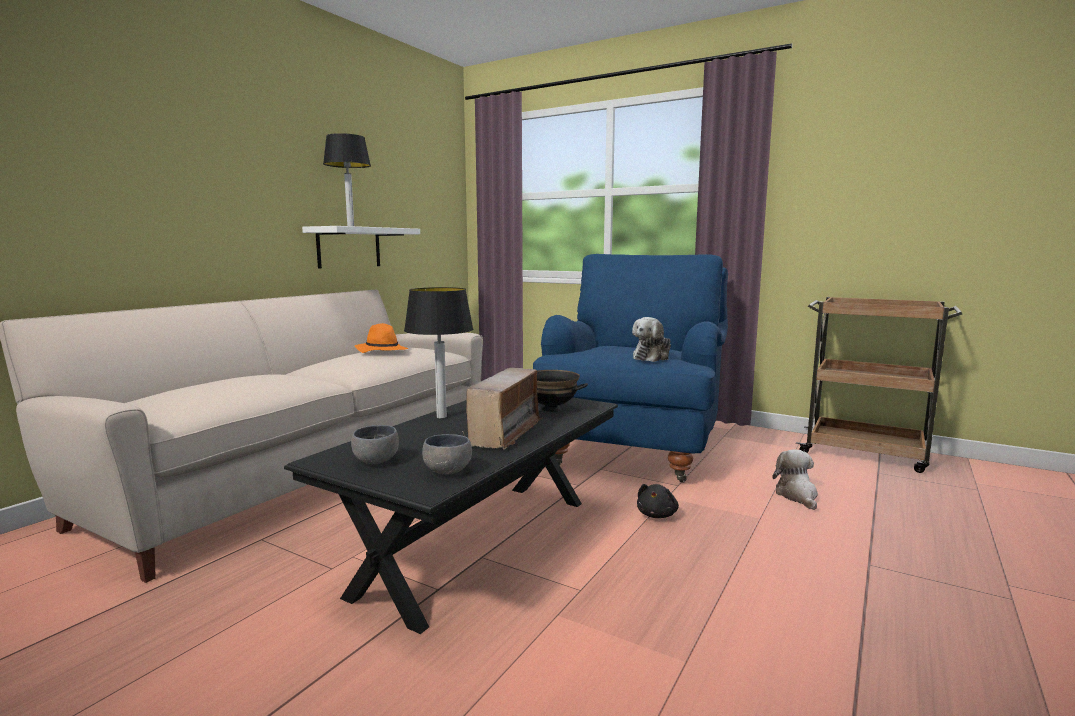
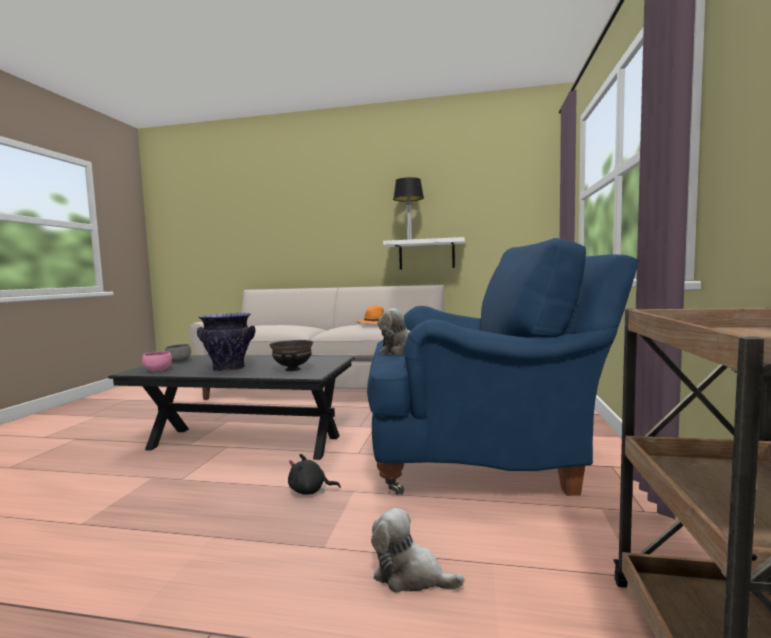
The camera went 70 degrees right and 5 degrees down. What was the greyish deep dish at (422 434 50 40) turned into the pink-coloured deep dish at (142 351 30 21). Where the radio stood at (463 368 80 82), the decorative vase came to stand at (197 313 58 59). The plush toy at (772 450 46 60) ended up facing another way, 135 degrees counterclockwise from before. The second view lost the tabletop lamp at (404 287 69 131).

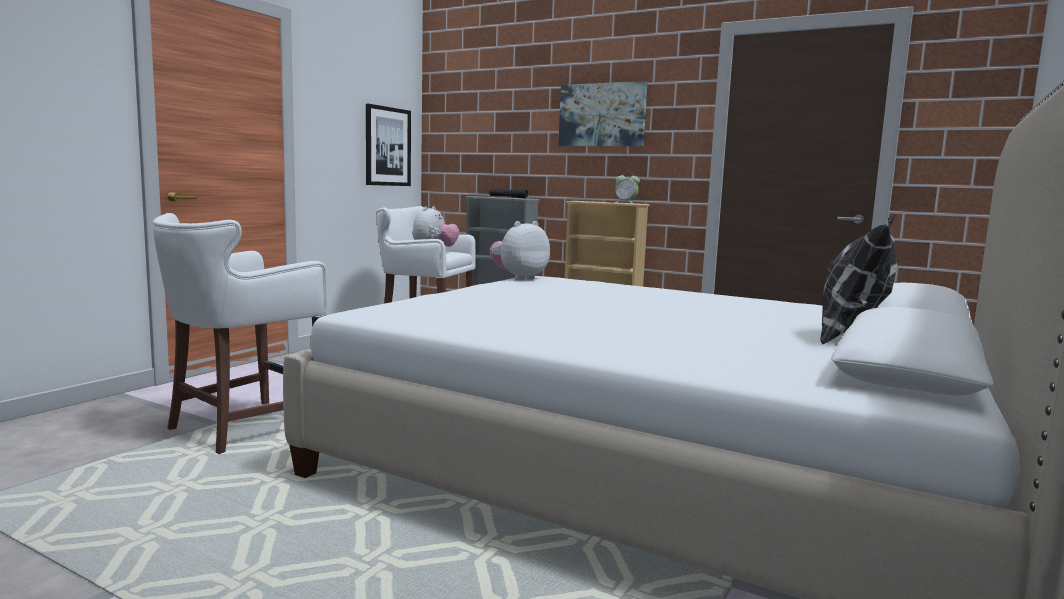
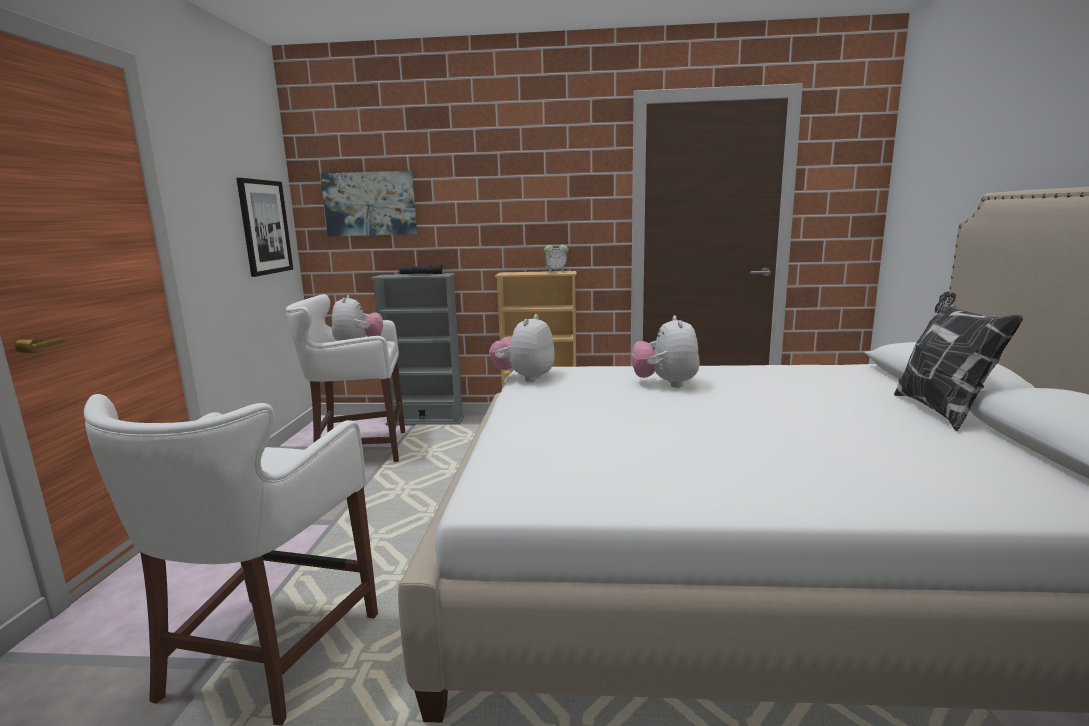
The camera went 25 degrees left and 5 degrees up. The wall art ended up elsewhere, having gone from (558 81 89 65) to (320 171 97 65). The second view gained the plush toy at (631 316 69 72).

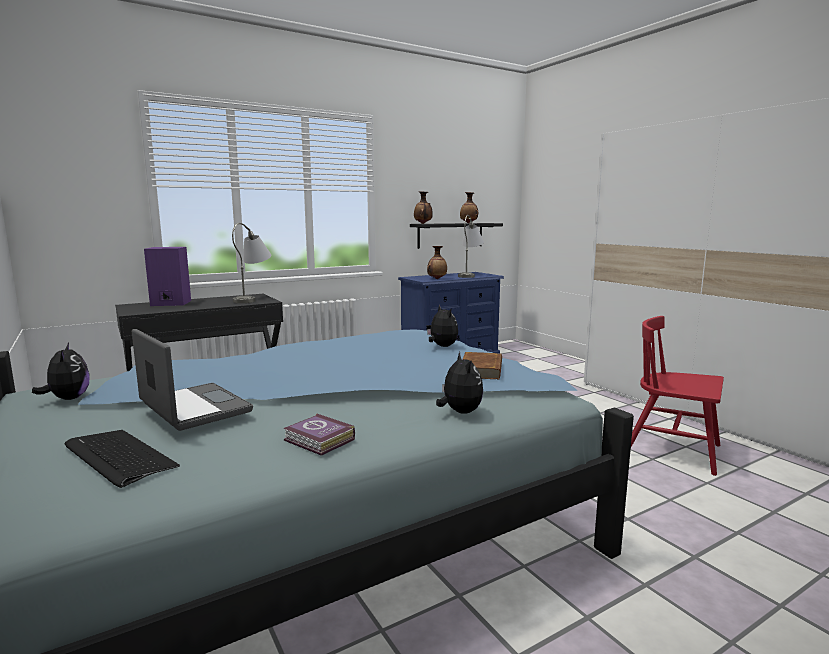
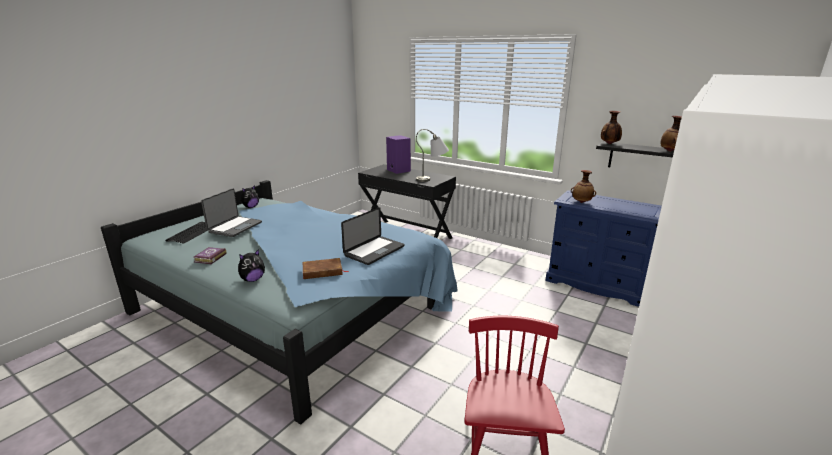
The camera went 65 degrees right and 10 degrees up. Where the plush toy stood at (427 305 31 42), the portable computer came to stand at (341 207 63 58). The second view lost the greyish tabletop lamp at (458 215 26 63).

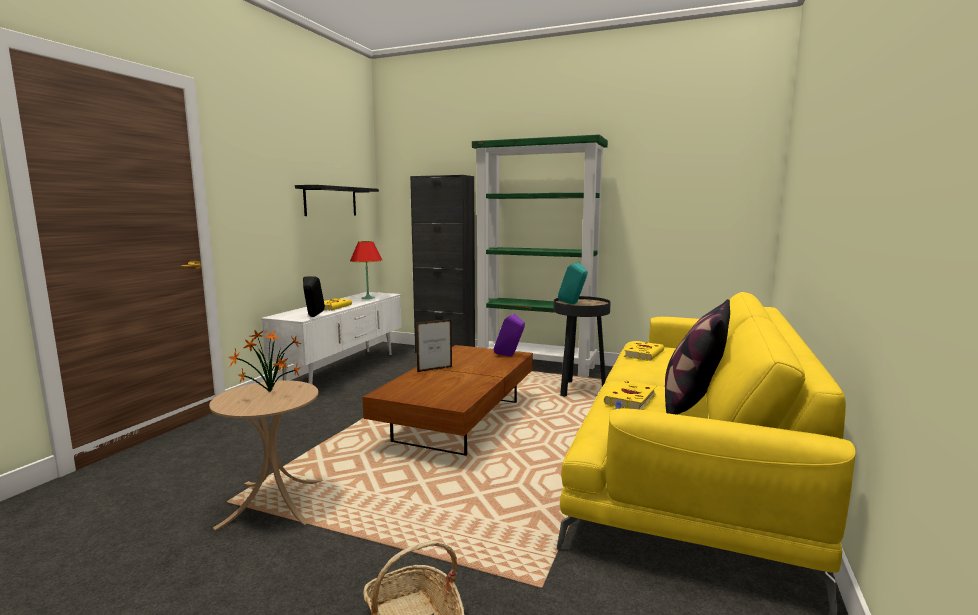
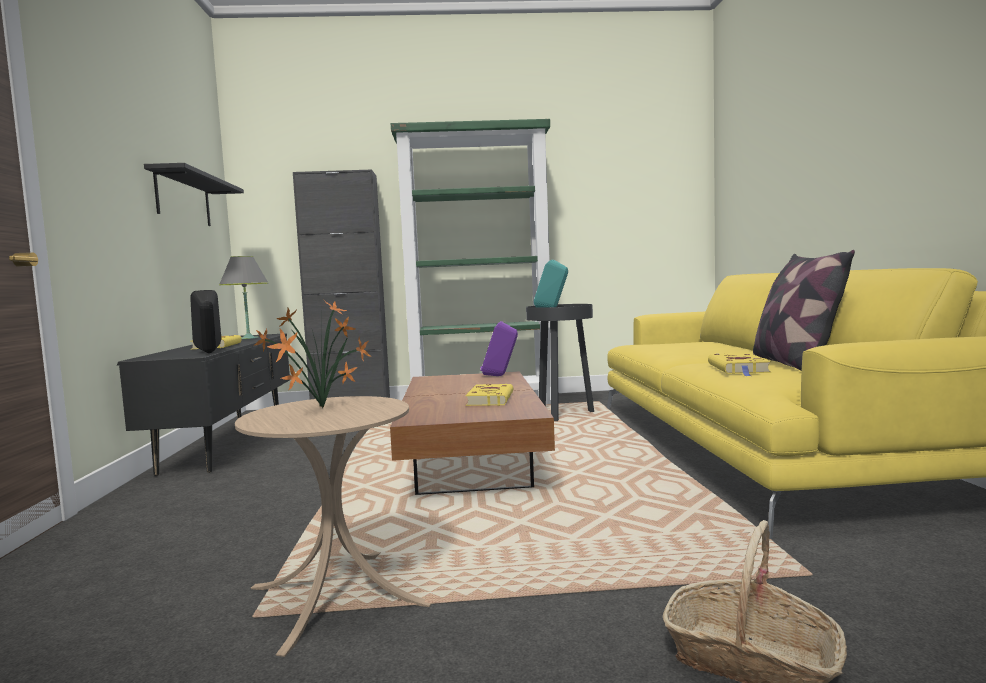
The camera went 25 degrees left and 5 degrees down. What was the whitish tv unit at (261 292 141 92) turned into the blackish tv unit at (117 333 173 143). What was the red-coloured tabletop lamp at (350 241 33 58) turned into the greyish tabletop lamp at (219 256 49 83). The yellow book ended up elsewhere, having gone from (624 341 40 20) to (465 384 48 22). The second view lost the photo frame at (416 319 36 53).

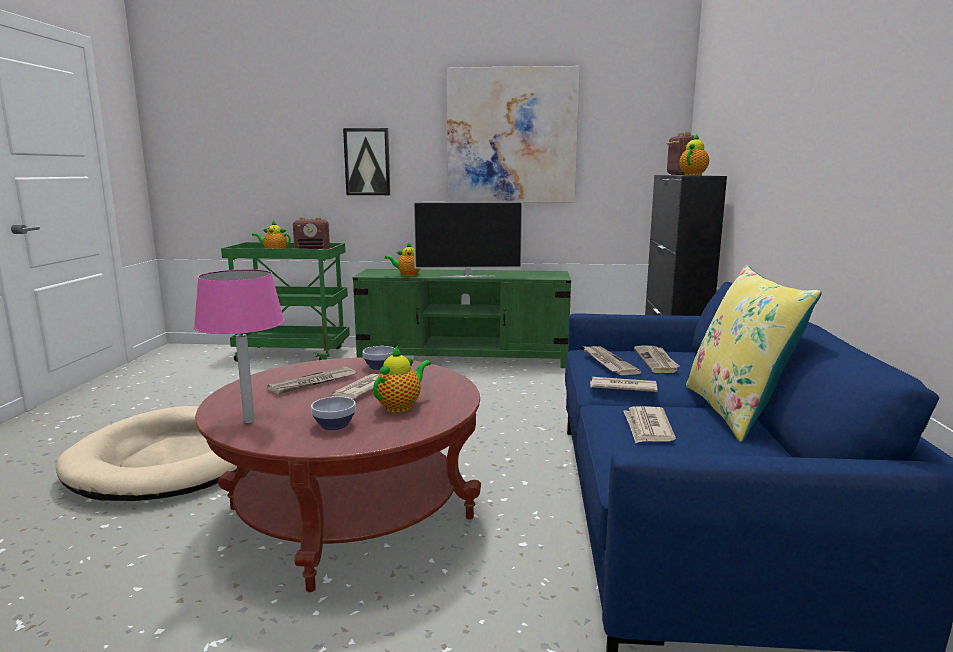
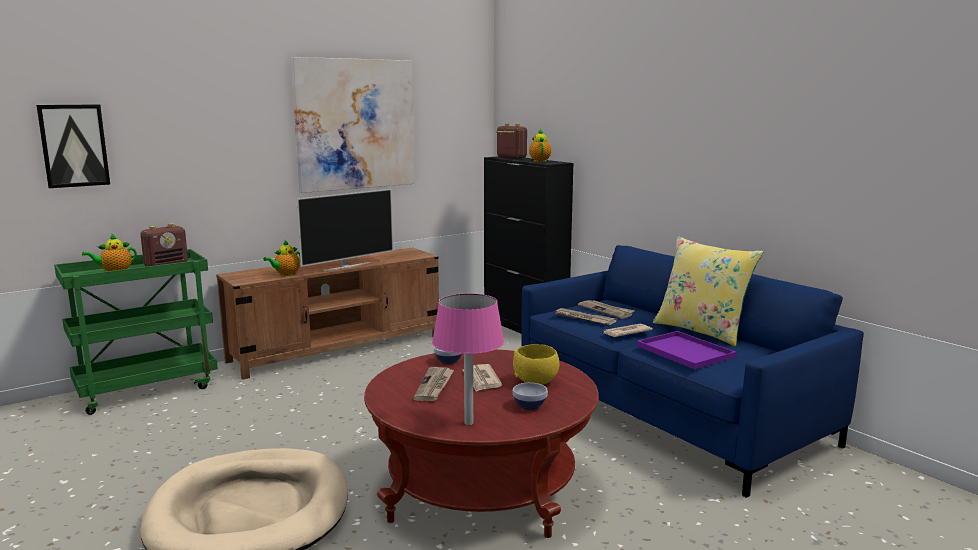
The camera went 40 degrees left and 0 degrees up. The wall art ended up elsewhere, having gone from (343 128 47 67) to (36 105 74 83). What was the greenish tv unit at (353 269 218 99) turned into the brown-coloured tv unit at (216 247 223 133). Where the tea pot stood at (373 346 58 67), the yellow deep dish came to stand at (513 344 46 41). Where the newspaper stood at (623 406 53 37), the purple-coloured carrying tray came to stand at (637 331 99 38).

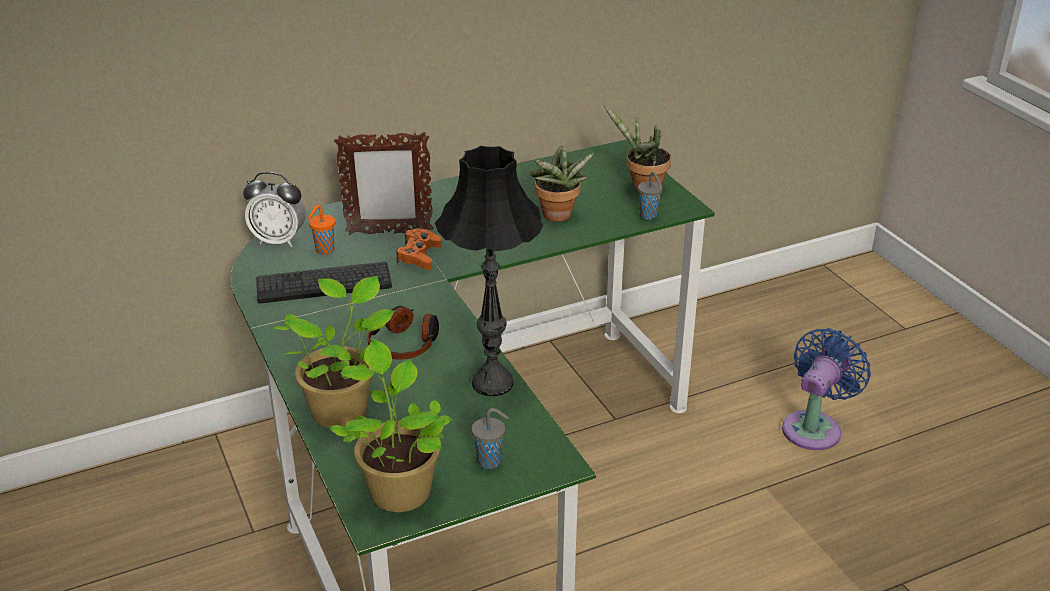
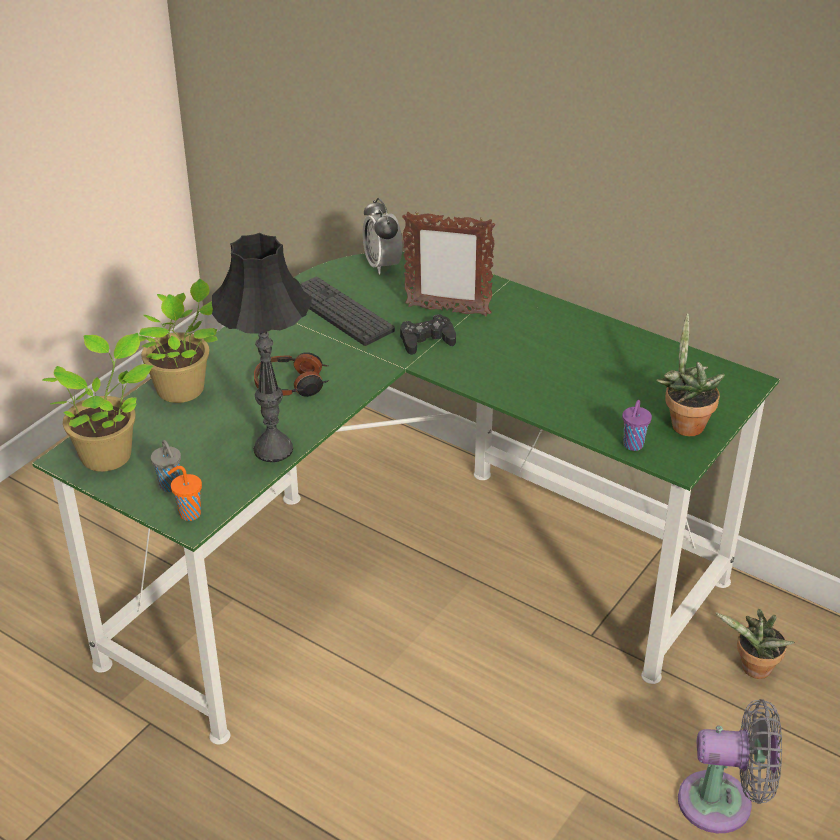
The camera went 60 degrees right and 5 degrees up. The orangey small cup ended up elsewhere, having gone from (308 205 27 50) to (168 466 34 55). What was the orangey joypad at (396 228 46 42) turned into the blackish joypad at (400 314 56 41). The photo frame at (334 132 99 103) ended up facing another way, 45 degrees counterclockwise from before. What was the greyish small cup at (638 172 25 48) turned into the purple-coloured small cup at (622 400 30 51). What was the blue cooling fan at (782 328 89 122) turned into the greyish cooling fan at (678 699 104 134). The plant in a pot ended up elsewhere, having gone from (529 146 65 76) to (715 609 80 70).

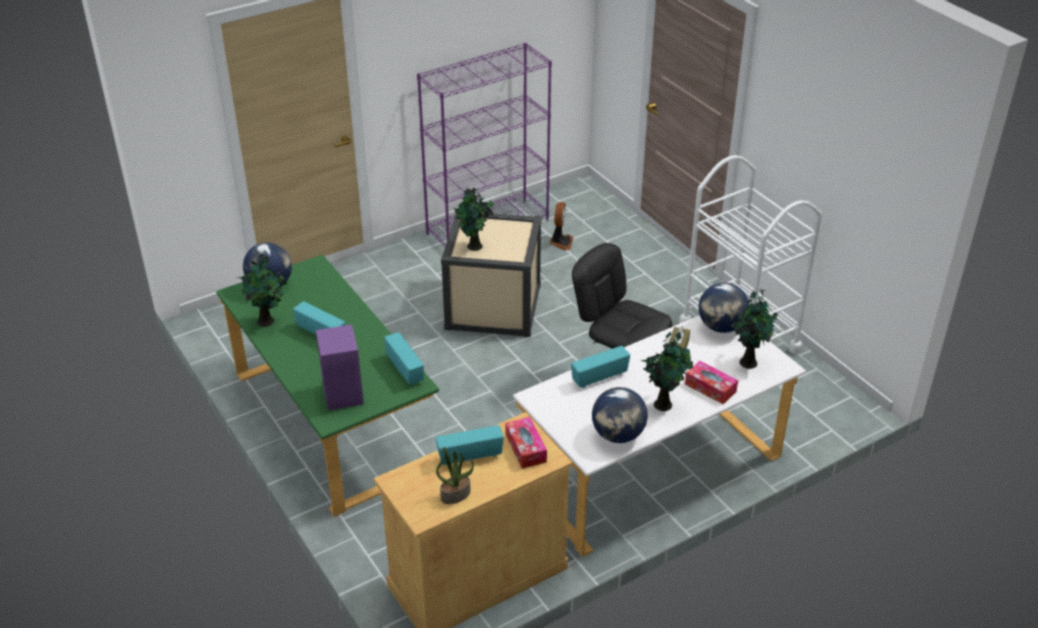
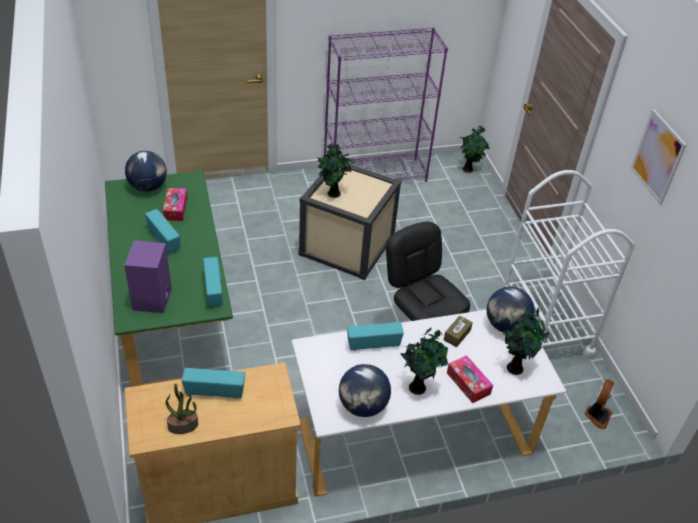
The camera went 15 degrees right and 5 degrees up. The box of tissues ended up elsewhere, having gone from (505 417 42 51) to (163 188 25 33). The plant in a pot ended up elsewhere, having gone from (236 254 52 73) to (460 126 30 47). The cooling fan ended up elsewhere, having gone from (550 202 23 48) to (585 380 29 49). The second view gained the wall art at (631 109 55 96).

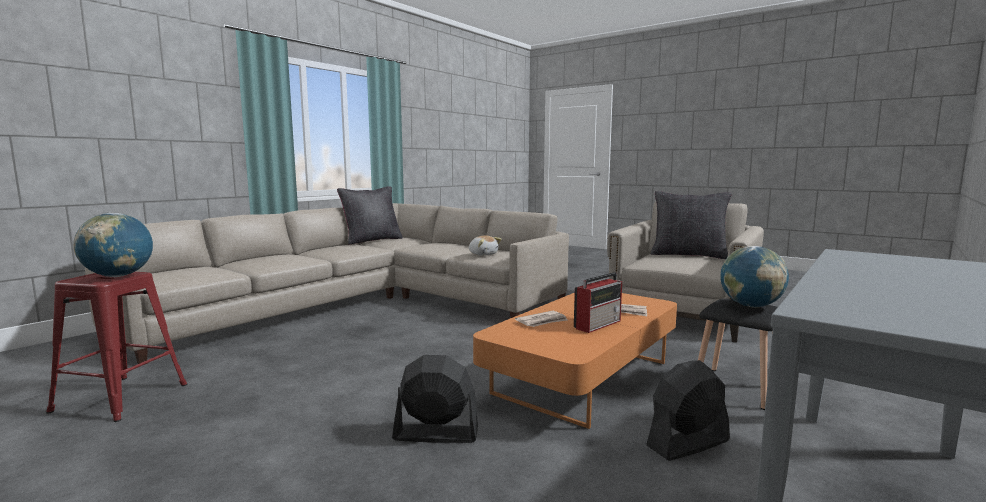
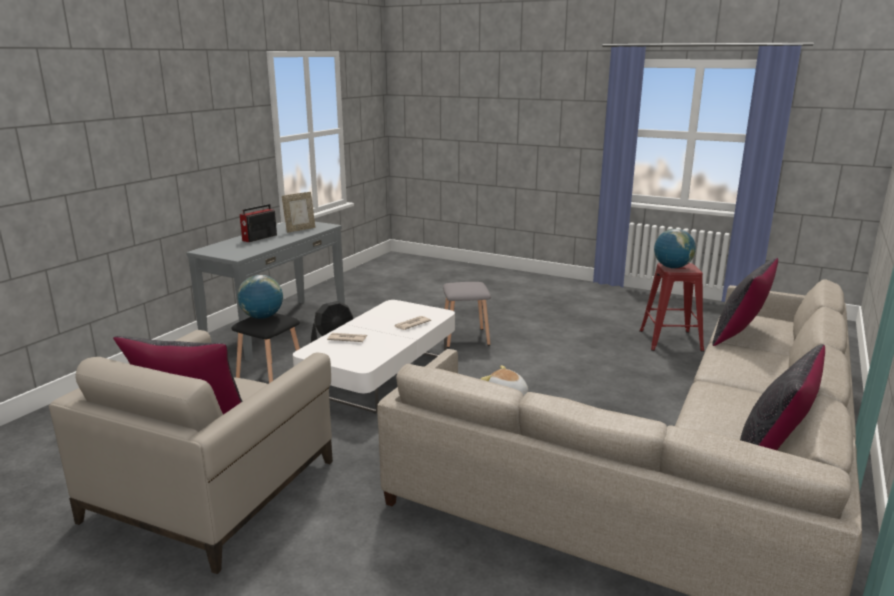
The camera went 170 degrees right and 10 degrees up. The radio ended up elsewhere, having gone from (574 272 48 61) to (240 204 37 38). The second view gained the photo frame at (282 192 33 41). What was the orangey coffee table at (473 293 204 136) turned into the whitish coffee table at (293 300 162 114). Where the blackish cooling fan stood at (392 355 86 88), the greyish sitting stool came to stand at (443 282 48 66). The second view gained the blackish throw pillow at (712 258 66 88).

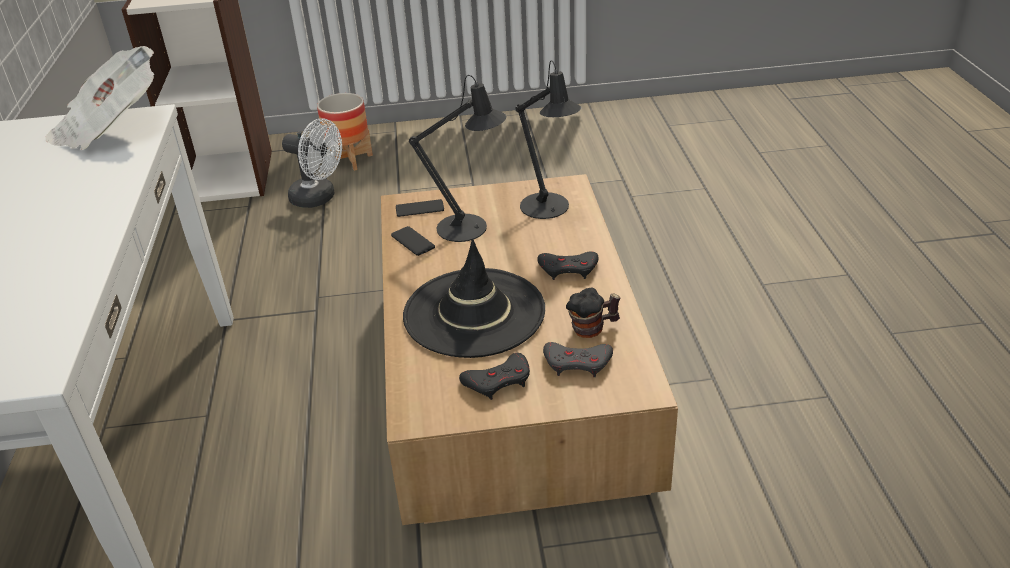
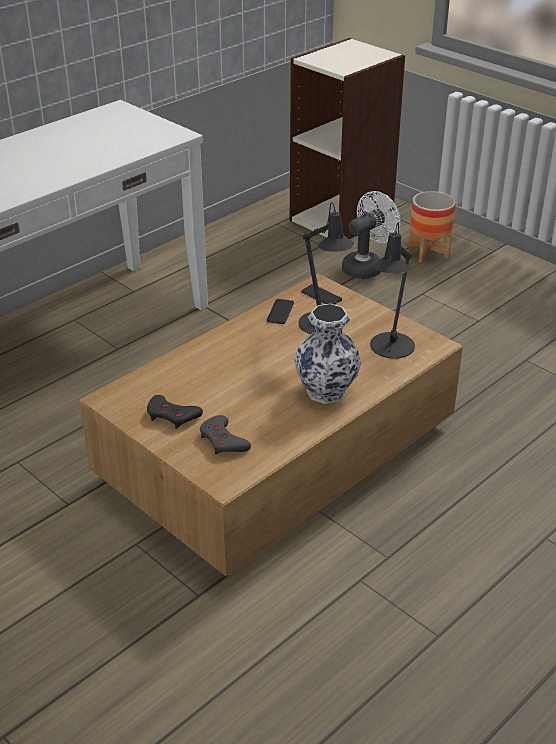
The camera went 50 degrees right and 0 degrees up. Where the blackish joypad stood at (537 251 62 29), the decorative vase came to stand at (294 303 67 101). The whitish cooling fan at (282 118 60 90) ended up facing another way, 120 degrees counterclockwise from before. The second view lost the newspaper at (46 46 108 104). The second view lost the blackish hat at (403 239 142 119). The second view lost the coffee mug at (566 288 54 50).

